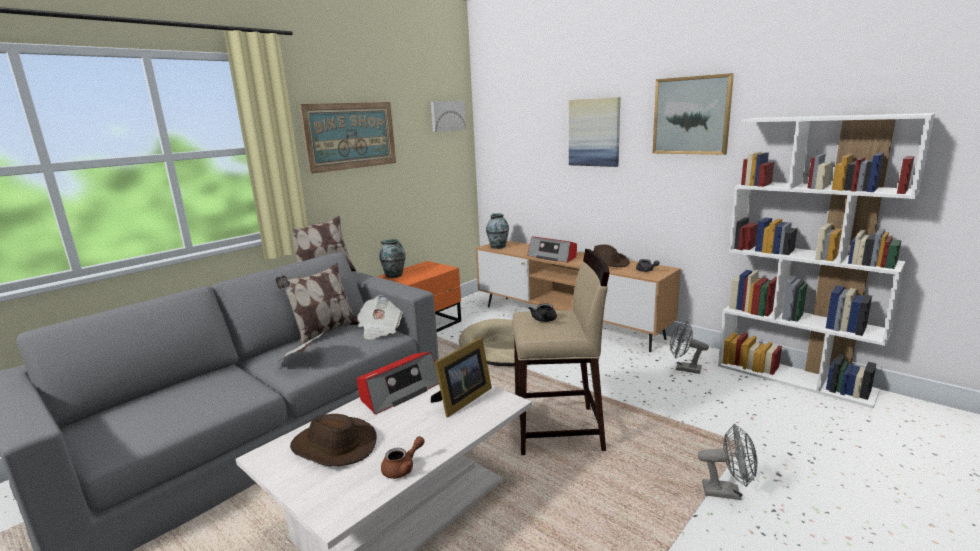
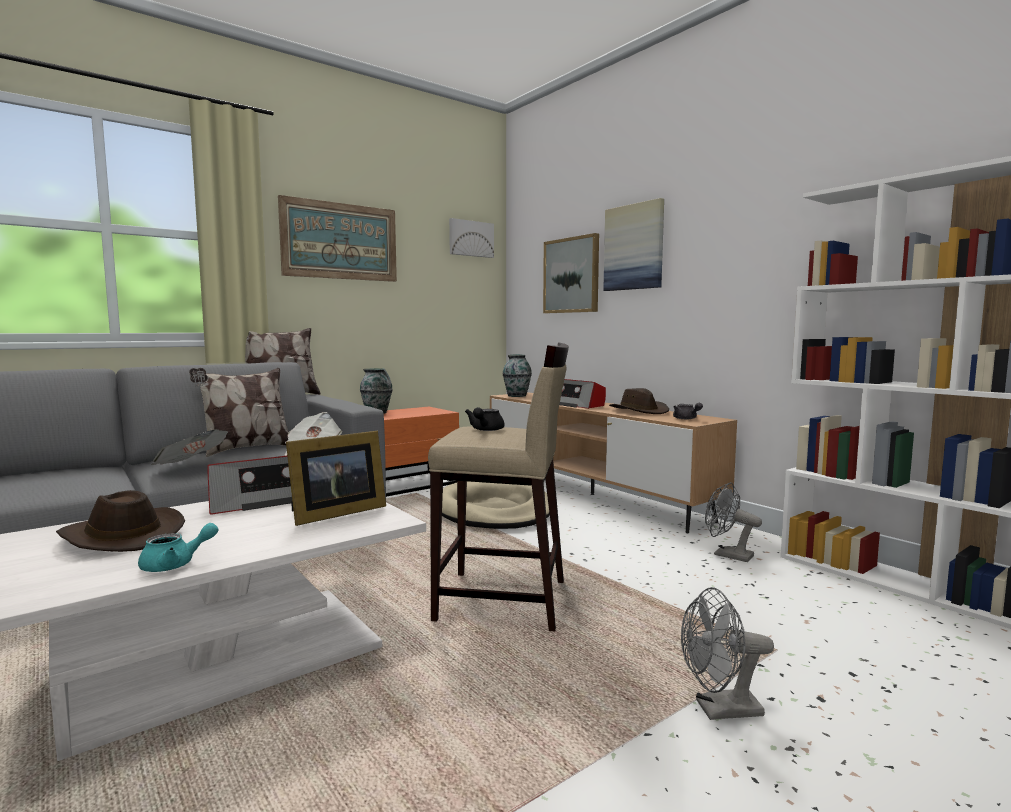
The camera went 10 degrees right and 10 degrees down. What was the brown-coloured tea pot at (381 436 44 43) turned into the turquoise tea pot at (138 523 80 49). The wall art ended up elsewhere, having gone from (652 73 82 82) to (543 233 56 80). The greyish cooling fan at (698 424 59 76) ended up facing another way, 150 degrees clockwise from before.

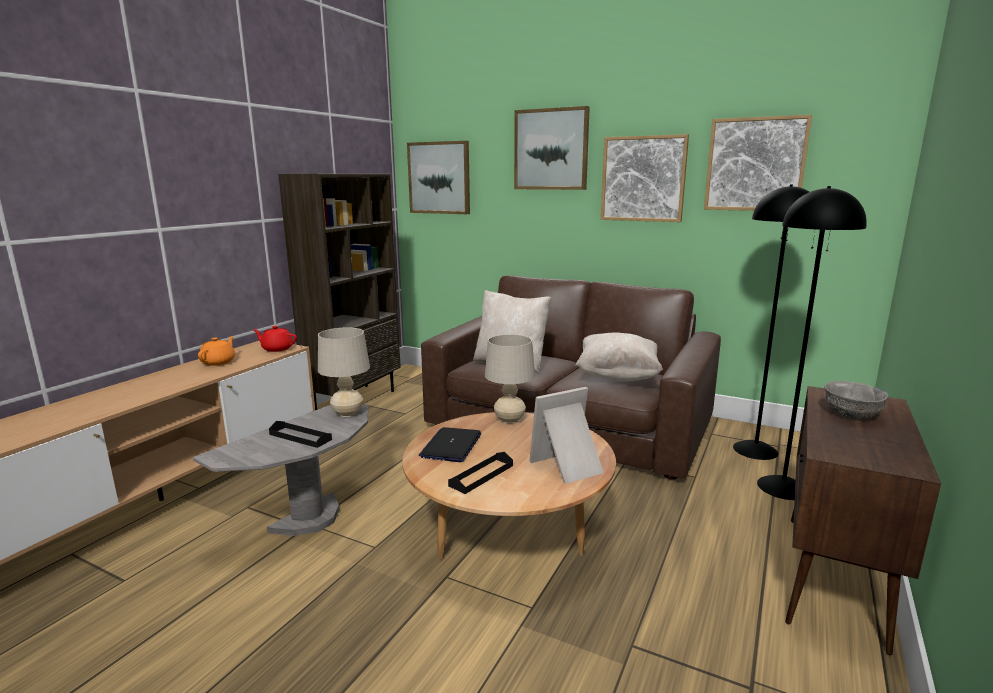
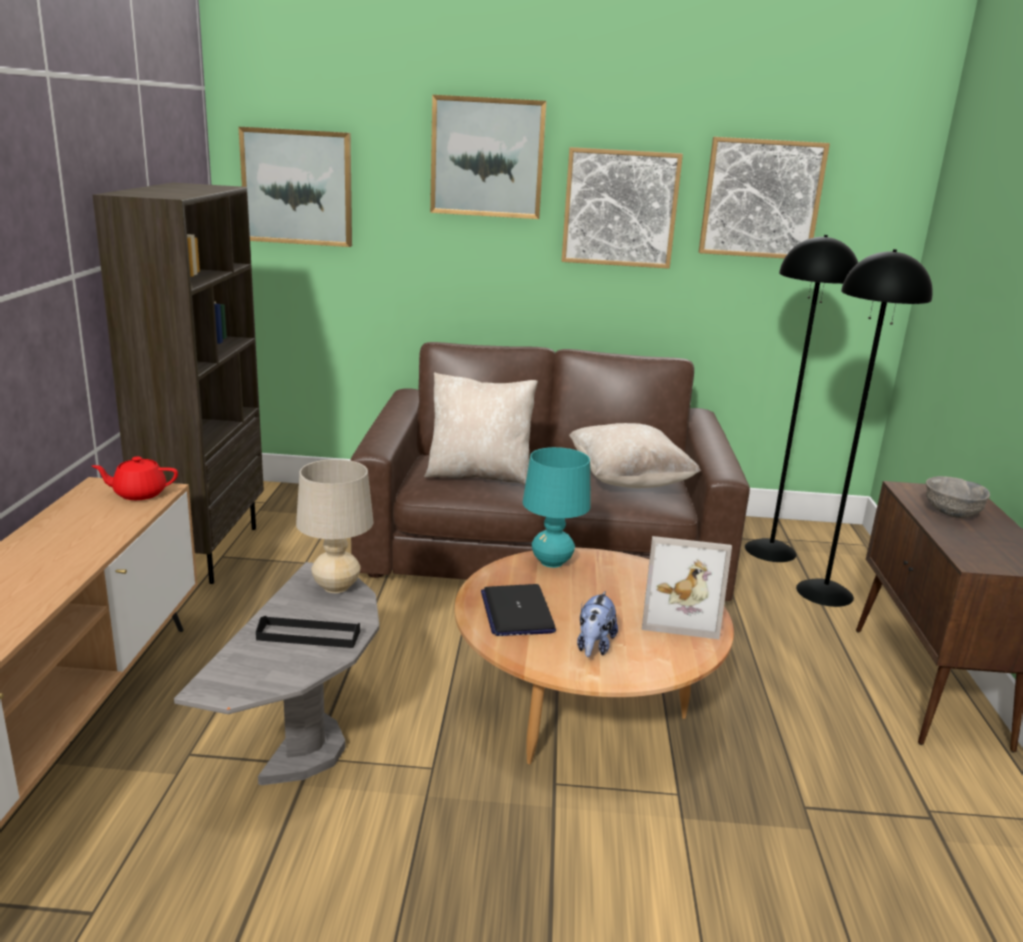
The camera went 25 degrees left and 5 degrees up. What was the sand-coloured tabletop lamp at (485 334 50 90) turned into the turquoise tabletop lamp at (523 447 68 121). Where the blackish carrying tray stood at (448 452 65 42), the plush toy came to stand at (577 591 41 66). The photo frame at (529 387 74 97) ended up facing another way, 120 degrees counterclockwise from before. The second view lost the orangey tea pot at (198 336 37 30).

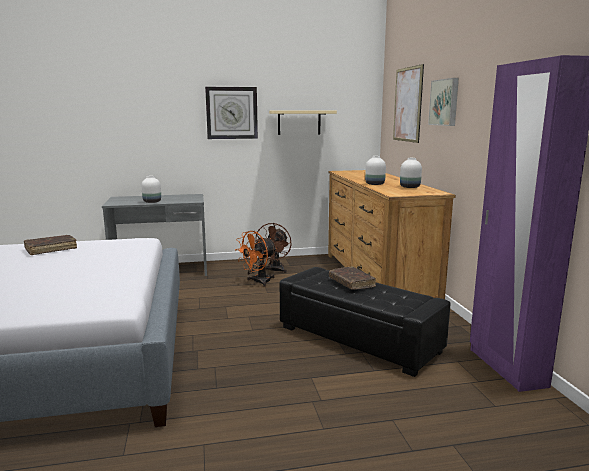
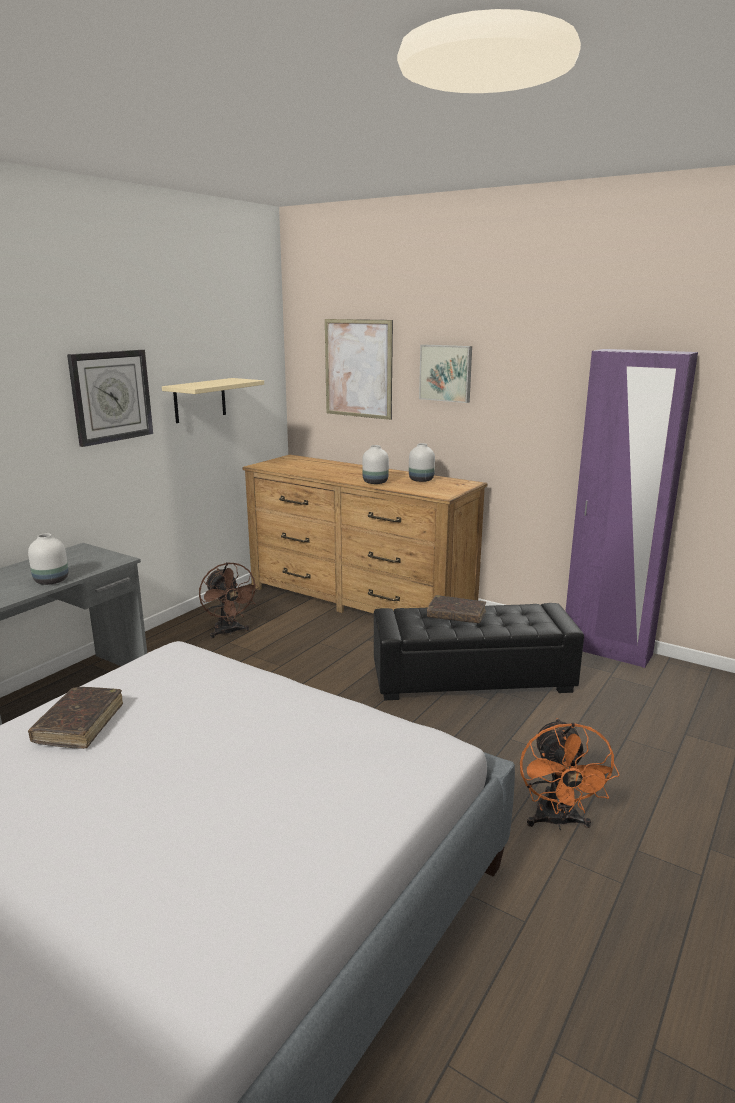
The camera went 45 degrees left and 5 degrees up. The orangey cooling fan ended up elsewhere, having gone from (235 231 42 55) to (520 718 100 112).

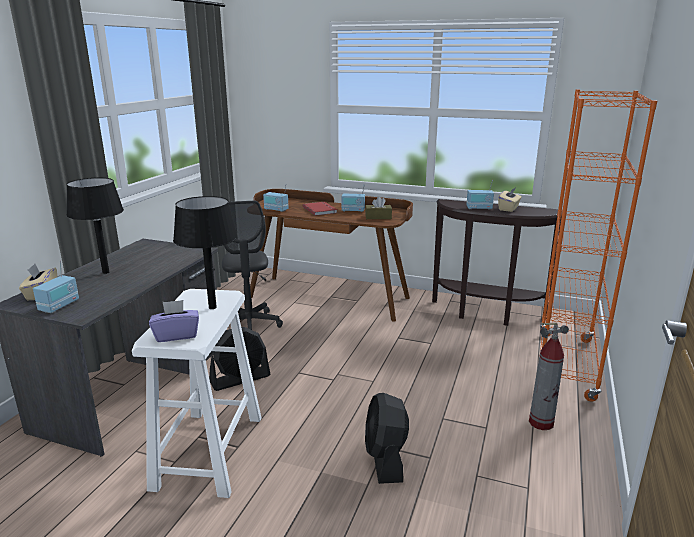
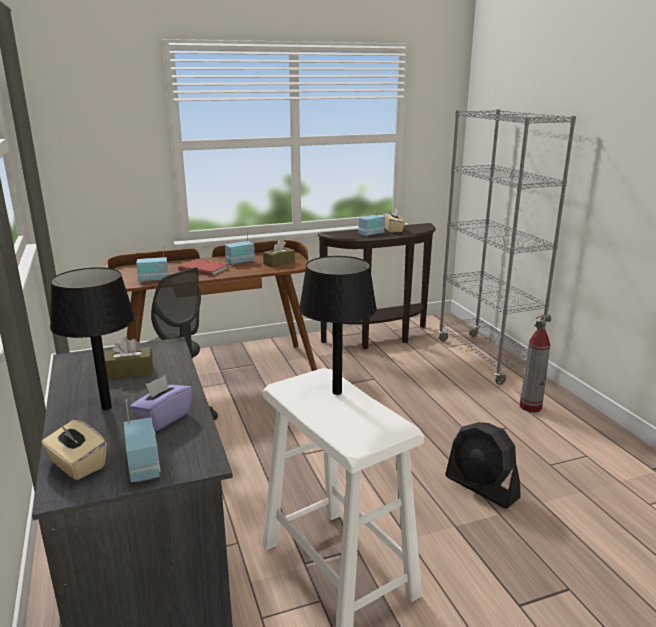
The camera went 40 degrees left and 0 degrees up. The second view gained the brown-coloured box of tissues at (104 337 49 42). The purple-coloured box of tissues ended up elsewhere, having gone from (149 300 50 42) to (130 375 62 56). What was the orangey shelving unit at (535 89 122 313) turned into the greyish shelving unit at (438 109 138 276). The second view lost the blackish cooling fan at (209 327 61 64).

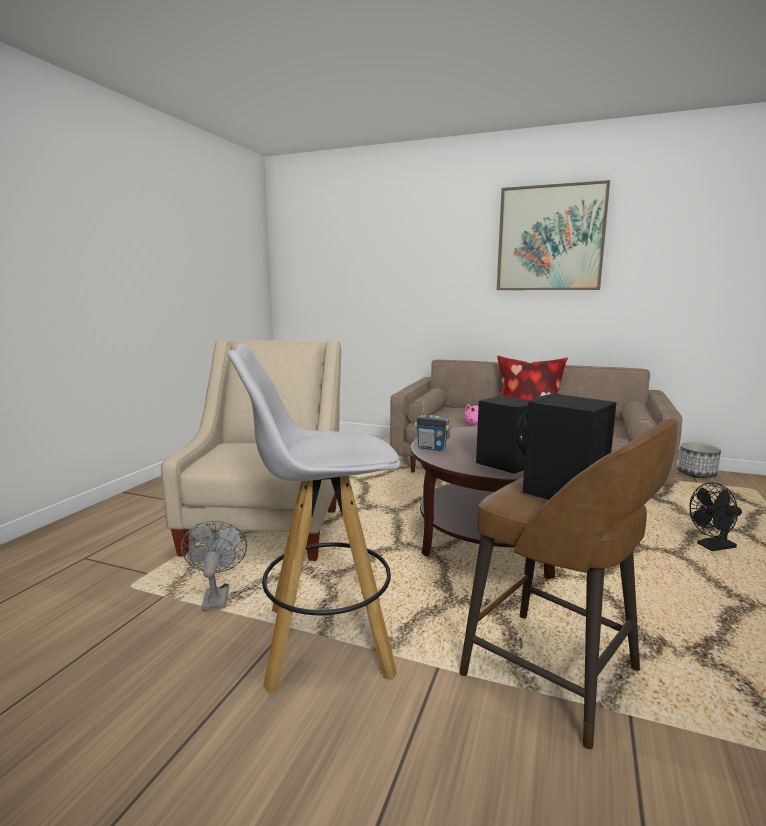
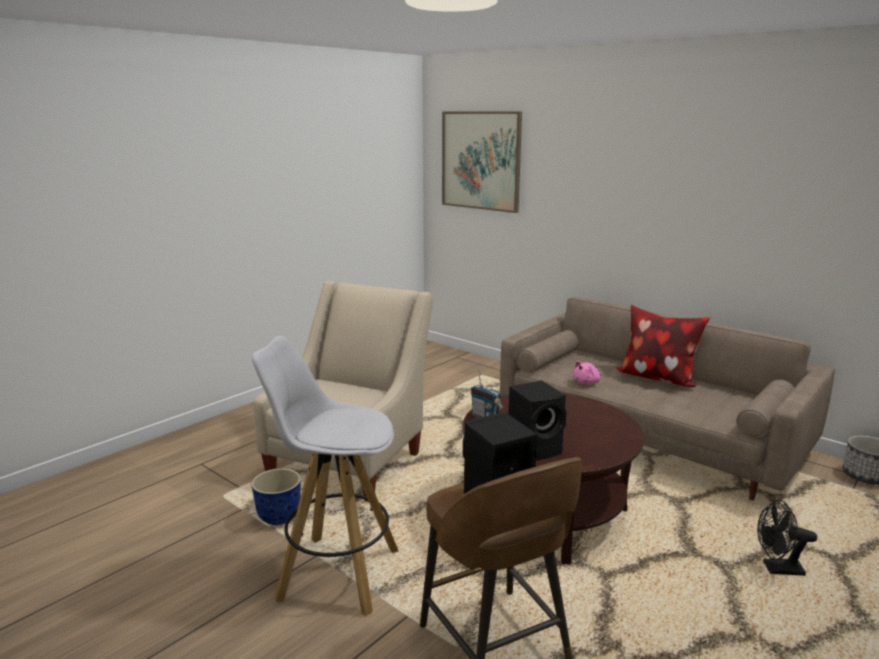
The camera went 20 degrees right and 5 degrees up. Where the greyish cooling fan stood at (181 521 66 90), the plant pot came to stand at (251 468 50 57). The wall art ended up elsewhere, having gone from (497 180 113 110) to (442 112 80 101).

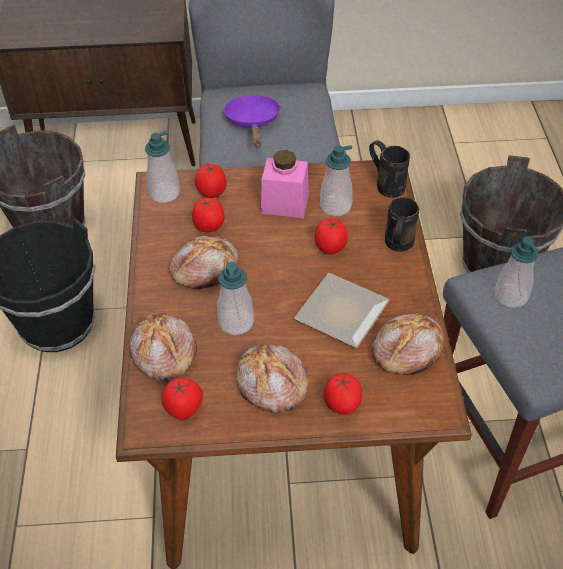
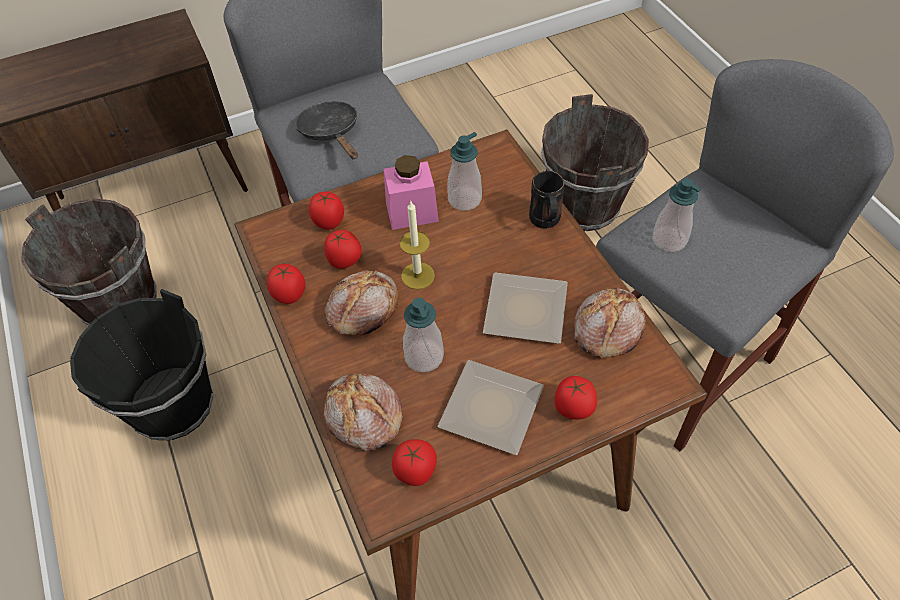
The camera went 20 degrees left and 5 degrees up. The whole tomato ended up elsewhere, having gone from (315 218 33 37) to (267 264 39 40). What was the purple-coloured skillet at (223 95 58 52) turned into the blackish skillet at (296 101 62 58). The second view gained the wax candle at (400 202 35 87). Where the bread stood at (236 344 73 69), the dinner plate came to stand at (438 360 106 95). The second view lost the liquid soap bottle at (145 130 35 73). The second view lost the blackish coffee mug at (369 140 41 58).

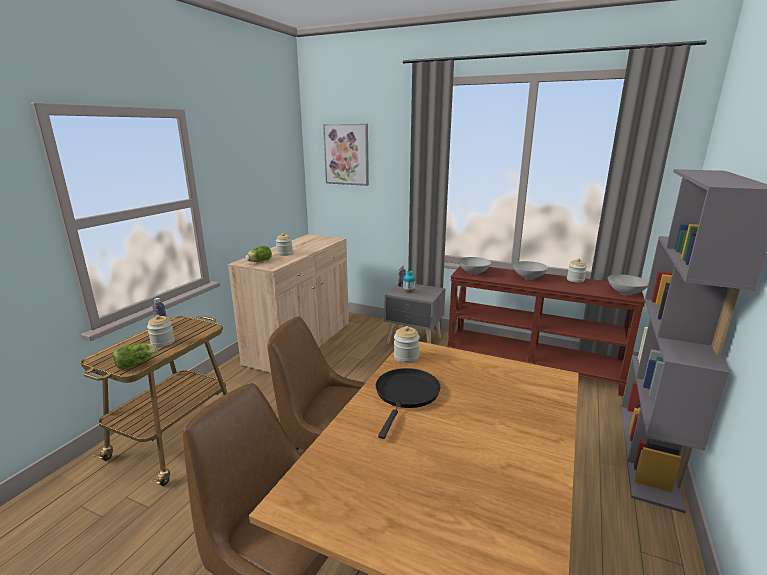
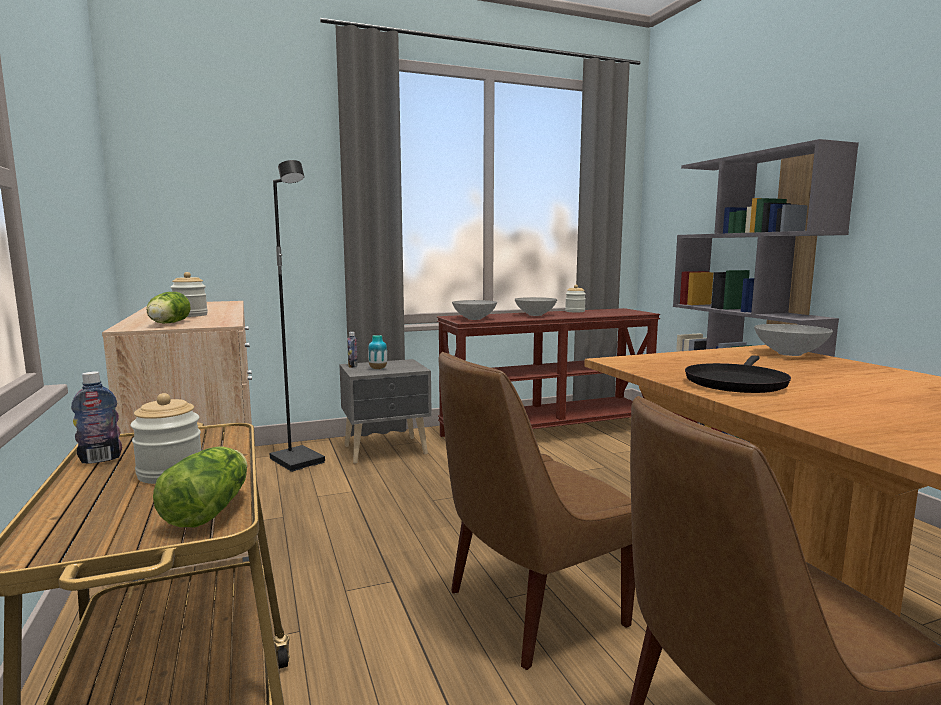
The camera went 45 degrees left and 10 degrees down. The second view gained the blackish standard lamp at (270 160 55 312). The blackish skillet at (375 368 65 71) ended up facing another way, 120 degrees counterclockwise from before. The greyish deep dish ended up elsewhere, having gone from (608 274 41 21) to (754 324 79 32). The second view lost the wall art at (323 124 46 62). The second view lost the storage jar at (394 326 26 37).

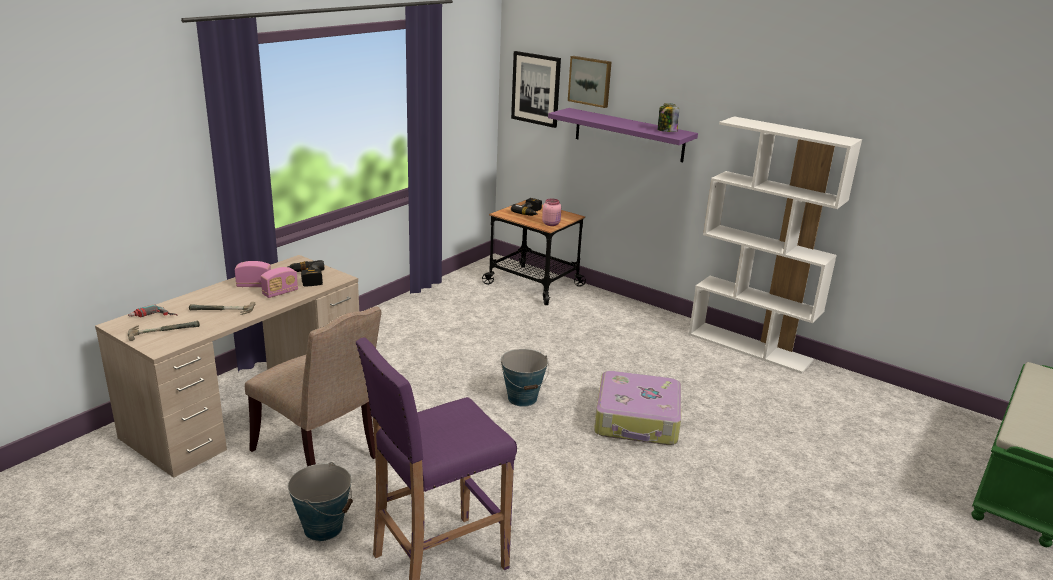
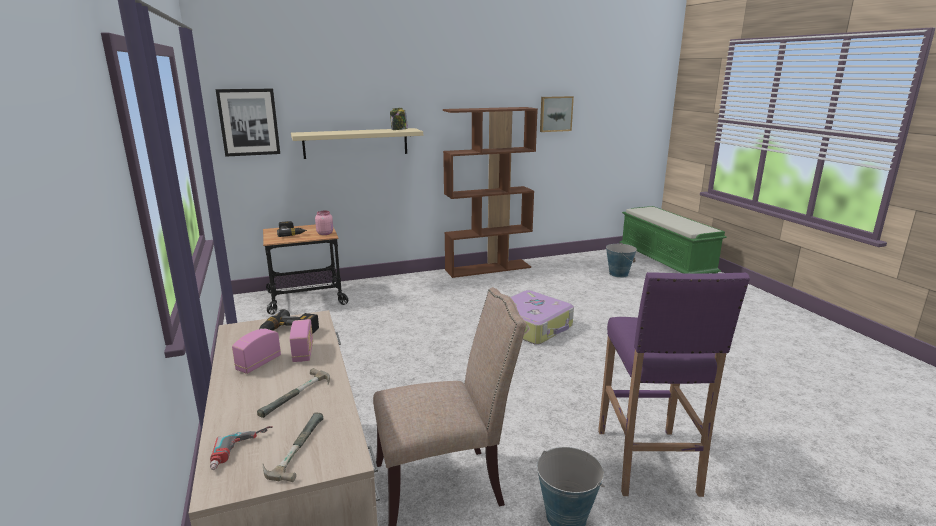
The camera went 55 degrees left and 5 degrees down. What was the purple-coloured wall shelf at (548 108 150 54) turned into the sand-coloured wall shelf at (291 128 132 31). What was the whitish shelving unit at (689 116 173 258) turned into the brown-coloured shelving unit at (443 107 95 171). The wall art ended up elsewhere, having gone from (568 56 44 52) to (540 96 34 36). The water bucket ended up elsewhere, having gone from (501 349 48 58) to (606 243 31 35).

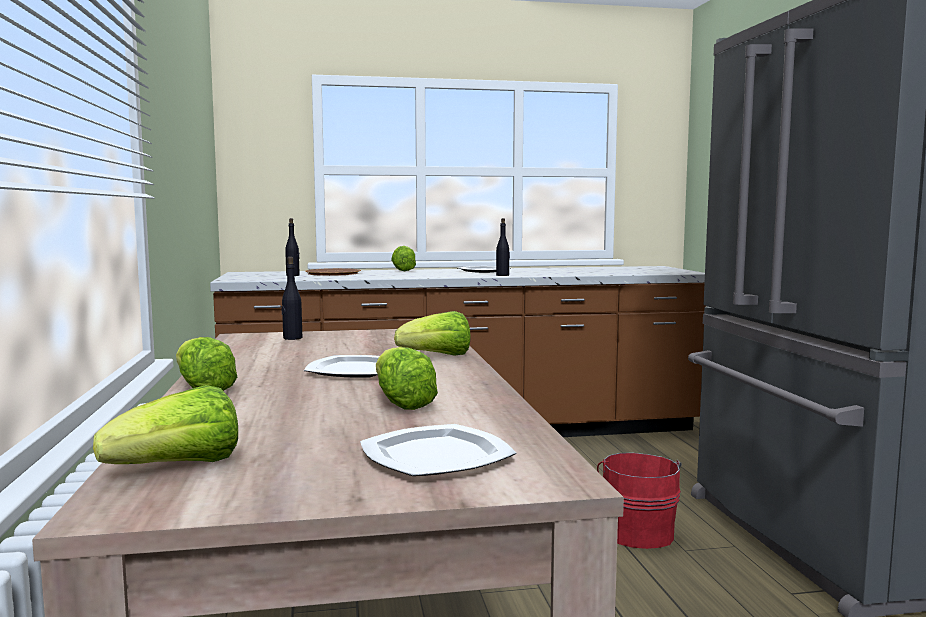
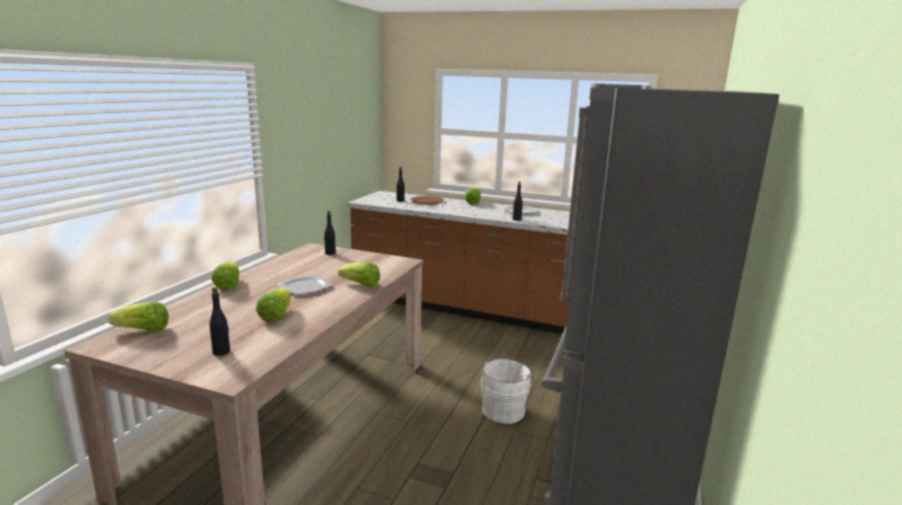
The camera went 30 degrees right and 10 degrees up. Where the dinner plate stood at (360 424 156 52), the blackish beverage bottle came to stand at (209 287 21 69). What was the red-coloured water bucket at (597 453 85 96) turned into the whitish water bucket at (481 358 54 66).

